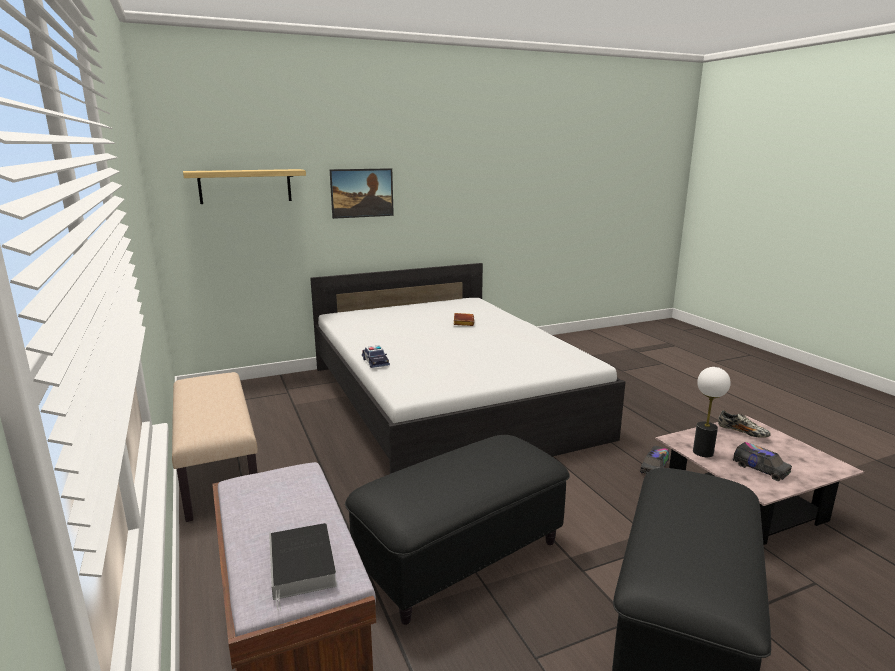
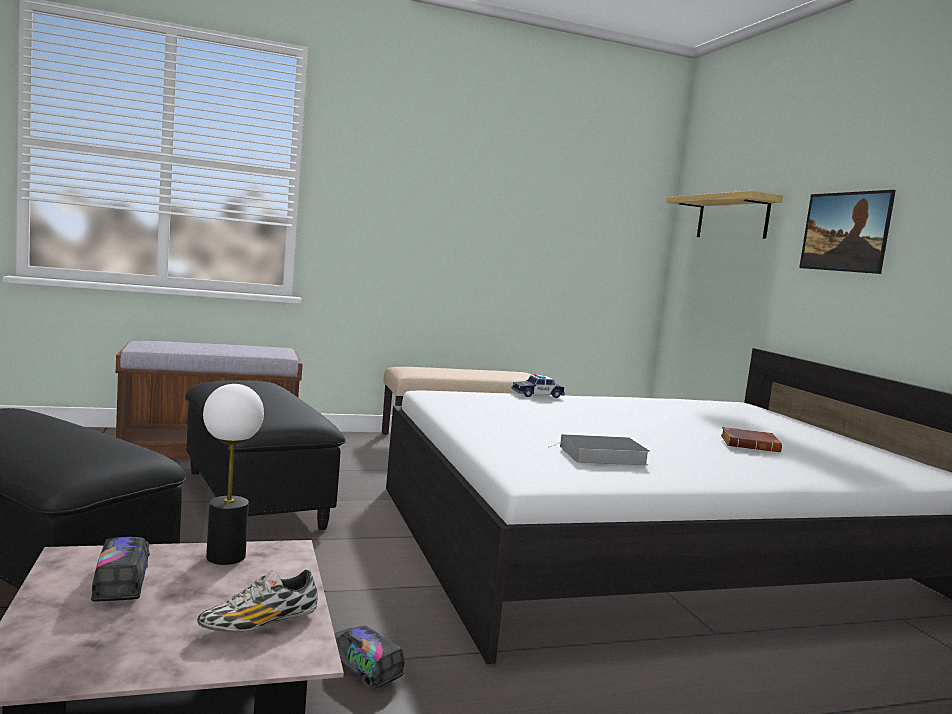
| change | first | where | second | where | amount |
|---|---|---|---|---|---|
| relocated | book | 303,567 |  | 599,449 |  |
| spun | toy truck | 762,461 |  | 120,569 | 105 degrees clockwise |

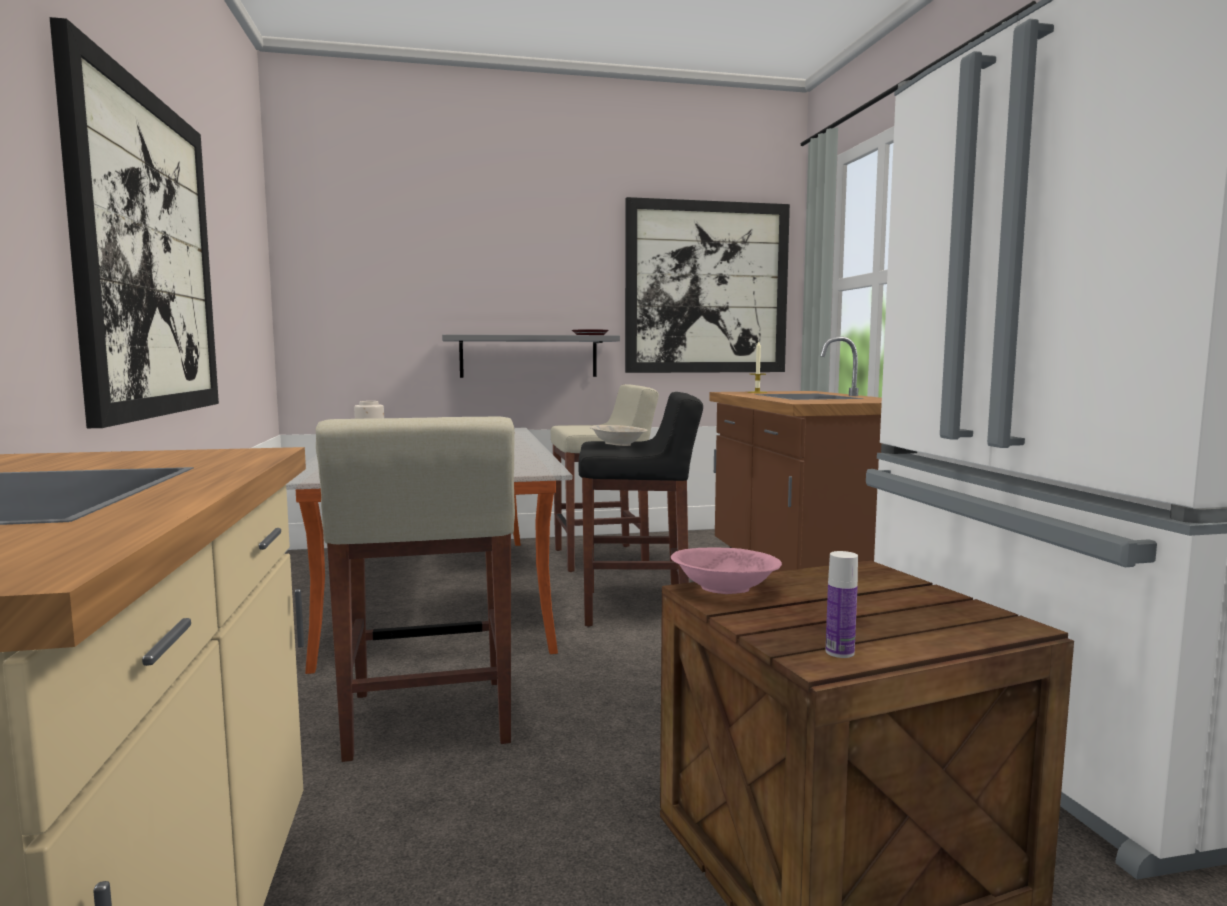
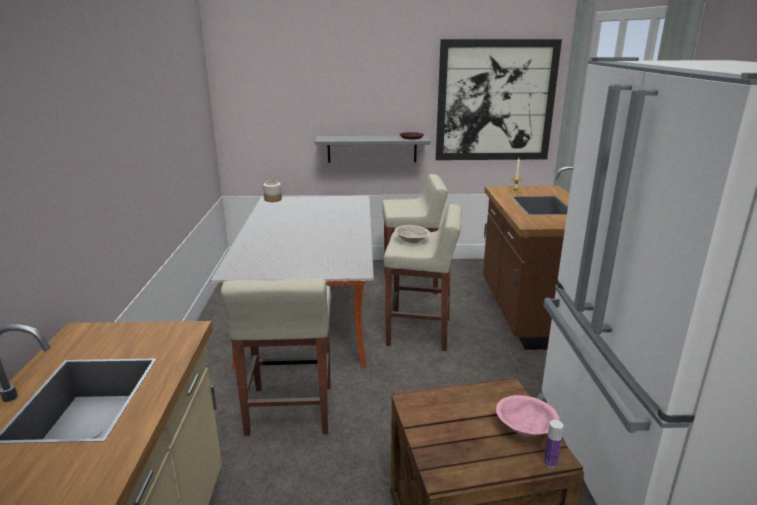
| change | first | where | second | where | amount |
|---|---|---|---|---|---|
| missing | picture | 134,222 |  |  |  |
| relocated | pink bowl | 726,571 |  | 527,415 |  |
| relocated | bottle | 842,604 |  | 554,444 |  |
| colour | black stool | 641,509 | beige stool | 423,277 |  |

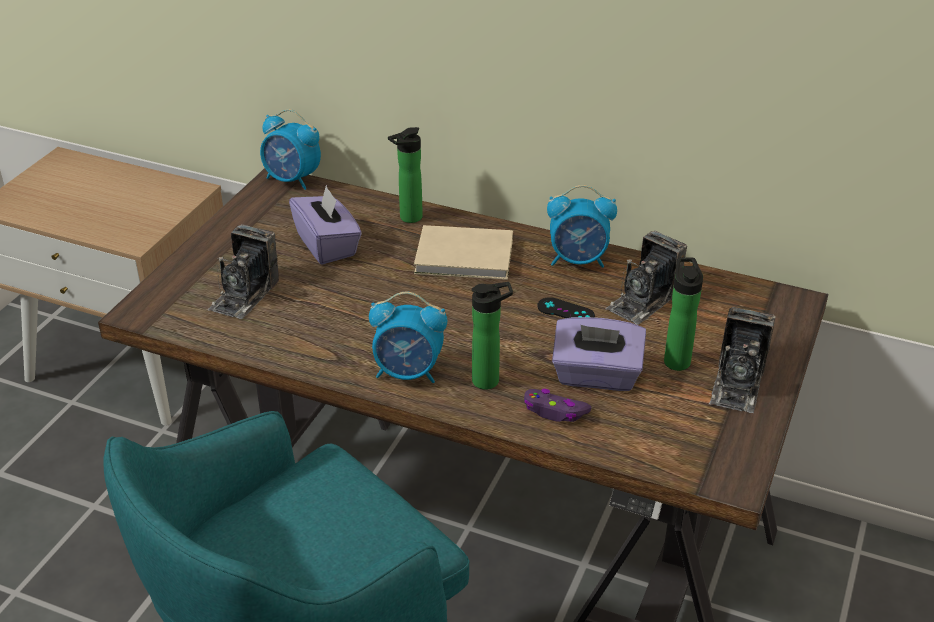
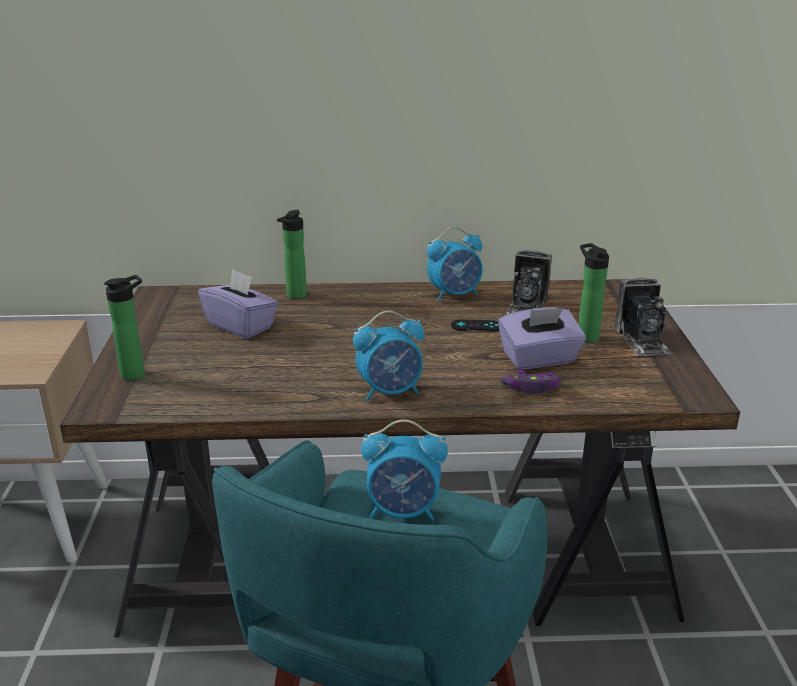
| change | first | where | second | where | amount |
|---|---|---|---|---|---|
| missing | photo camera | 243,271 |  |  |  |
| missing | beige book | 463,252 |  |  |  |
| relocated | alarm clock | 290,149 |  | 404,470 |  |
| relocated | bottle | 492,336 |  | 124,327 |  |

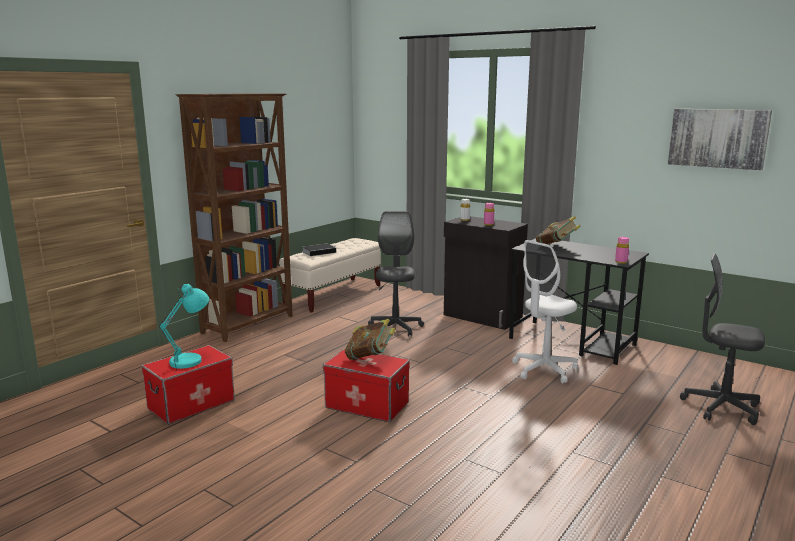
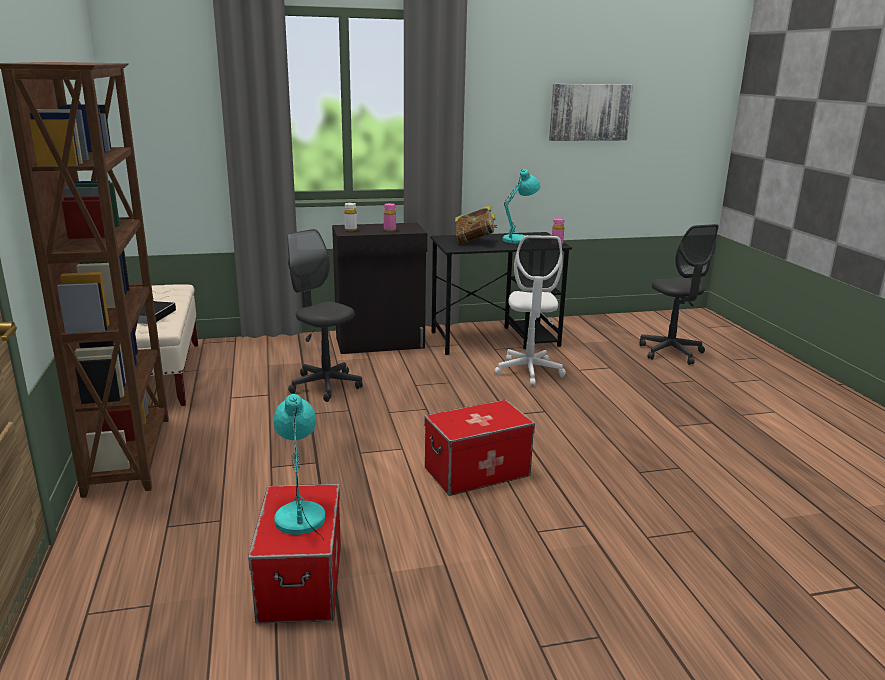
| change | first | where | second | where | amount |
|---|---|---|---|---|---|
| missing | book | 370,339 |  |  |  |
| appeared |  |  | turquoise table lamp | 521,207 |  |
| spun | grey office chair | 722,339 |  | 679,294 | 90 degrees counterclockwise |

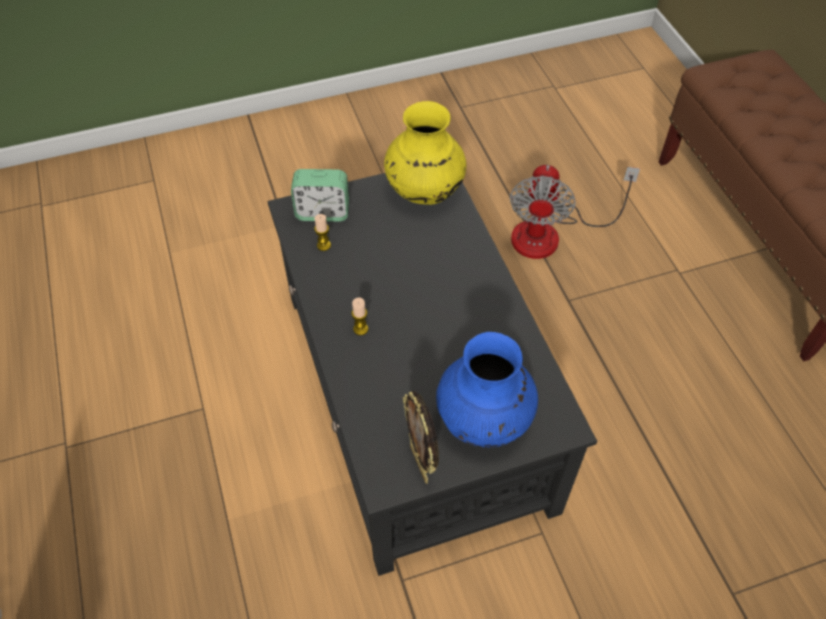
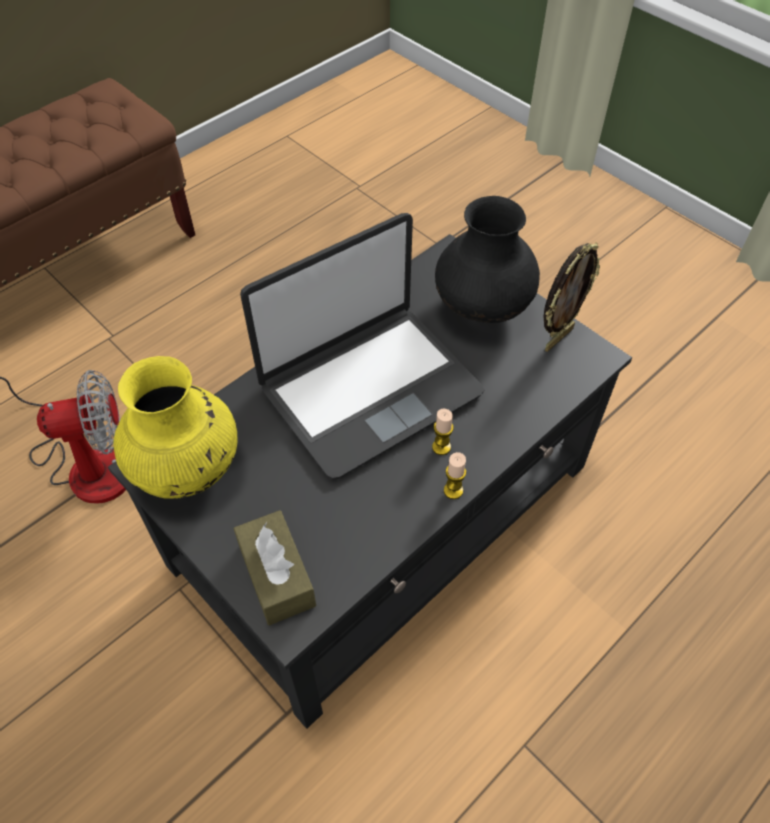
| change | first | where | second | where | amount |
|---|---|---|---|---|---|
| appeared |  |  | laptop | 362,346 |  |
| relocated | candle | 322,232 |  | 455,475 |  |
| exchanged | alarm clock | 320,195 | brown tissue box | 274,568 |  |
| colour | blue vase | 487,390 | black vase | 487,259 |  |

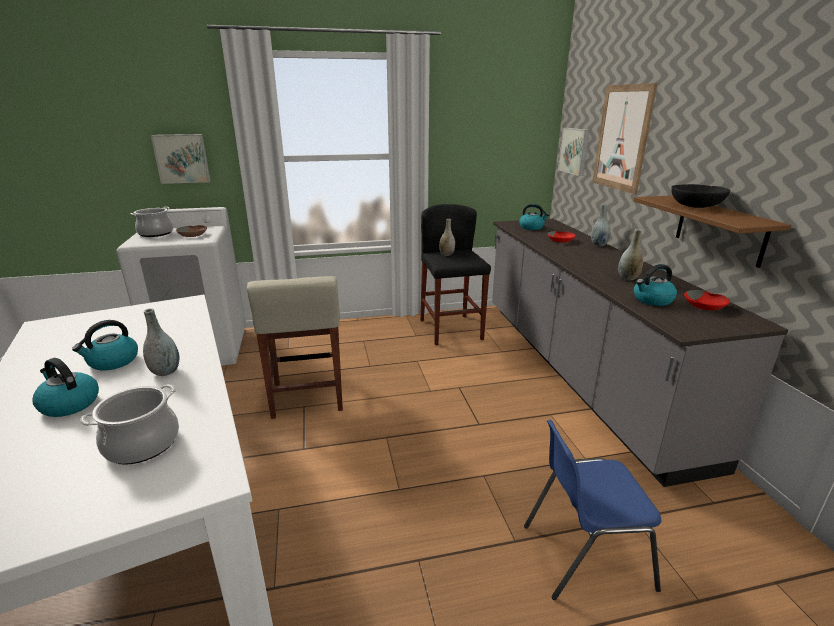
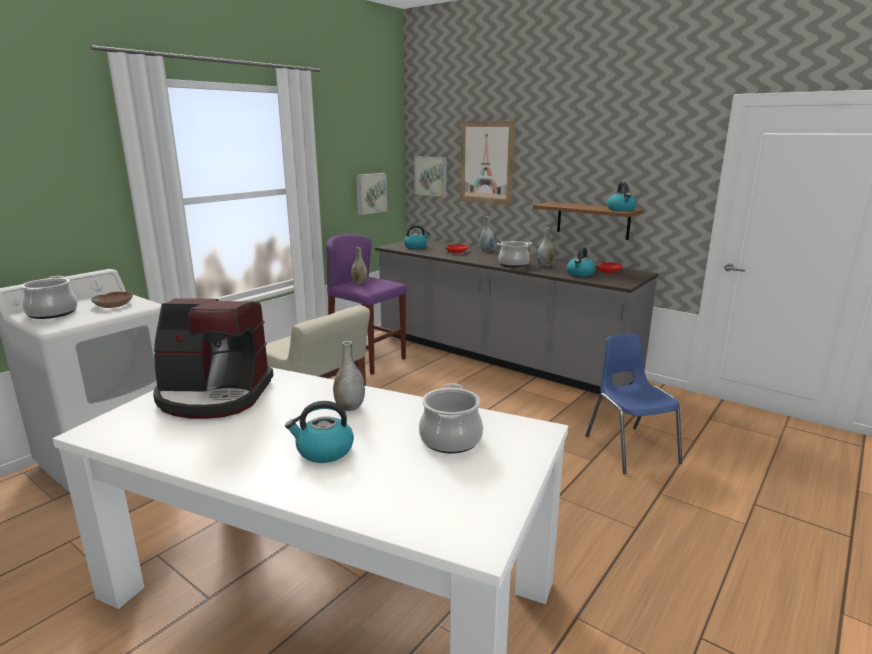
| change | first | where | second | where | amount |
|---|---|---|---|---|---|
| missing | black bowl | 700,196 |  |  |  |
| appeared |  |  | coffee machine | 213,358 |  |
| appeared |  |  | cooking pot | 514,254 |  |
| relocated | kettle | 105,345 |  | 622,196 |  |
| relocated | picture | 181,159 |  | 371,194 |  |
| colour | black stool | 455,274 | purple stool | 366,304 |  |
| spun | blue chair | 592,510 |  | 633,404 | 120 degrees clockwise |

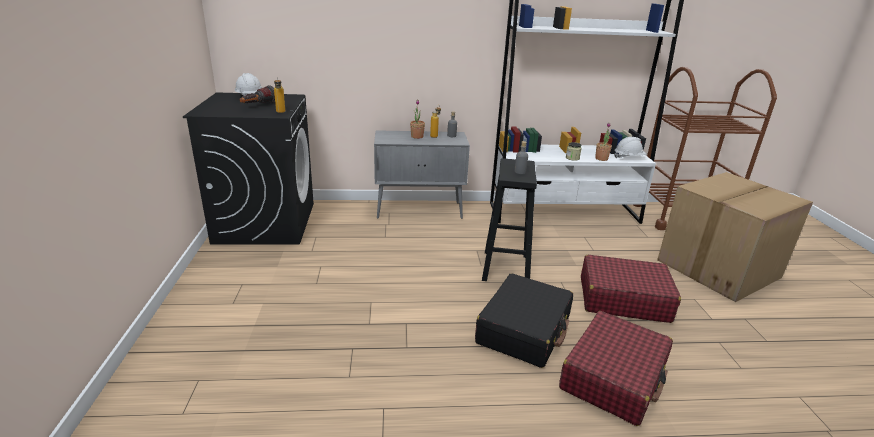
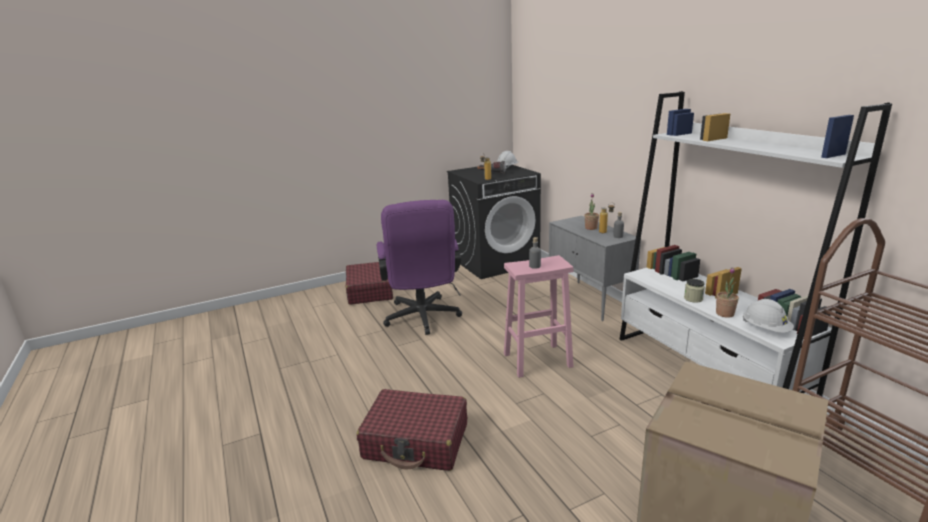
| change | first | where | second | where | amount |
|---|---|---|---|---|---|
| missing | black suitcase | 524,320 |  |  |  |
| appeared |  |  | purple office chair | 419,267 |  |
| relocated | red suitcase | 631,289 |  | 369,283 |  |
| colour | black stool | 509,219 | pink stool | 539,316 |  |

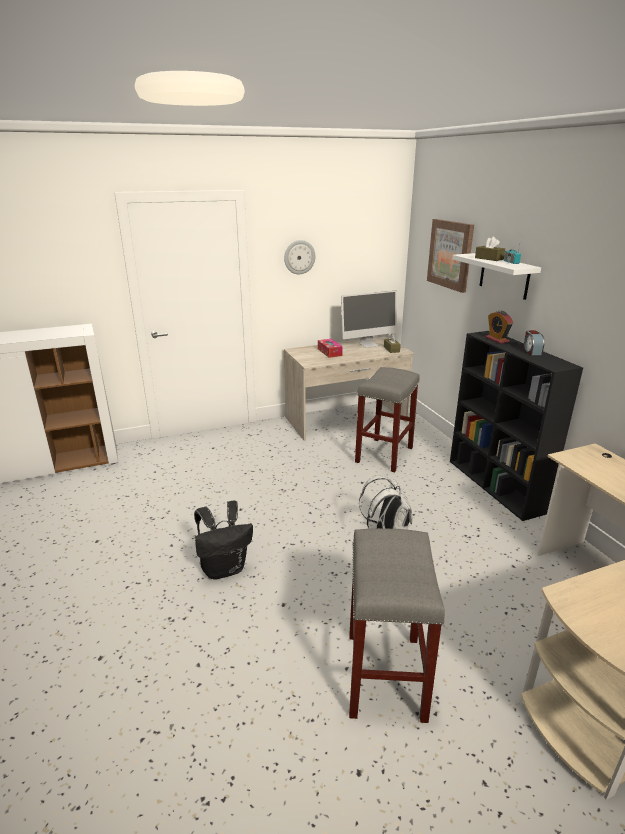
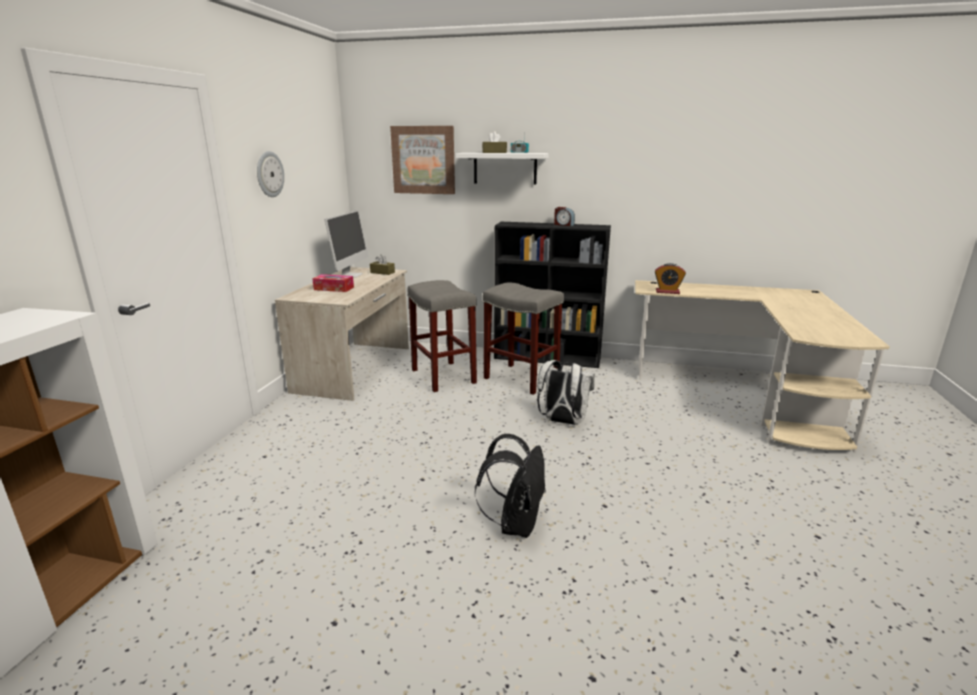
| change | first | where | second | where | amount |
|---|---|---|---|---|---|
| relocated | grey stool | 397,625 |  | 523,338 |  |
| relocated | alarm clock | 499,327 |  | 670,278 |  |

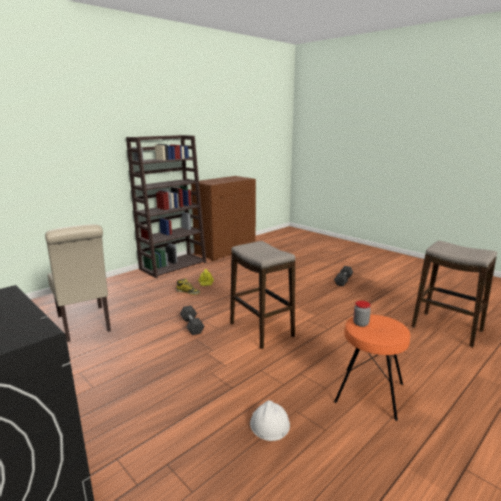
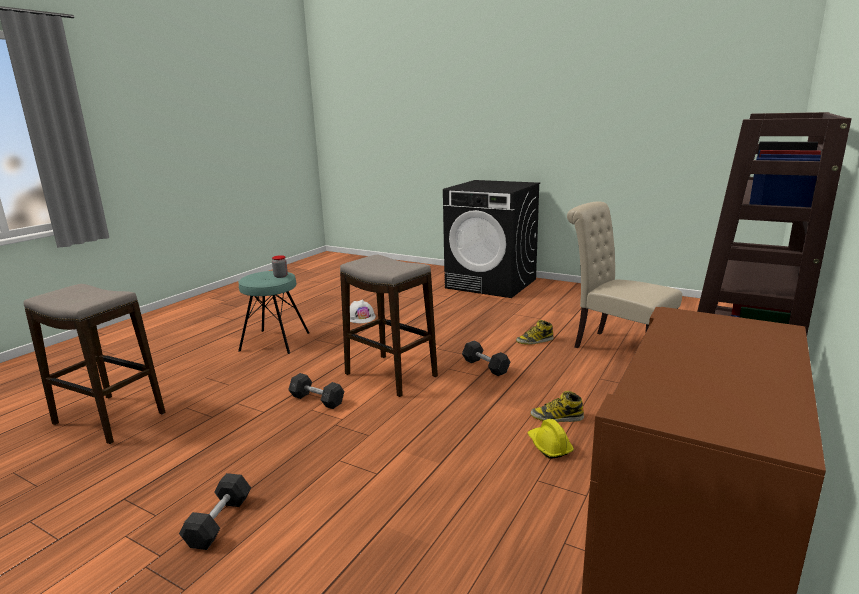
| change | first | where | second | where | amount |
|---|---|---|---|---|---|
| appeared |  |  | grey dumbbell | 316,391 |  |
| appeared |  |  | boot | 535,332 |  |
| colour | orange stool | 372,367 | turquoise stool | 273,312 |  |

